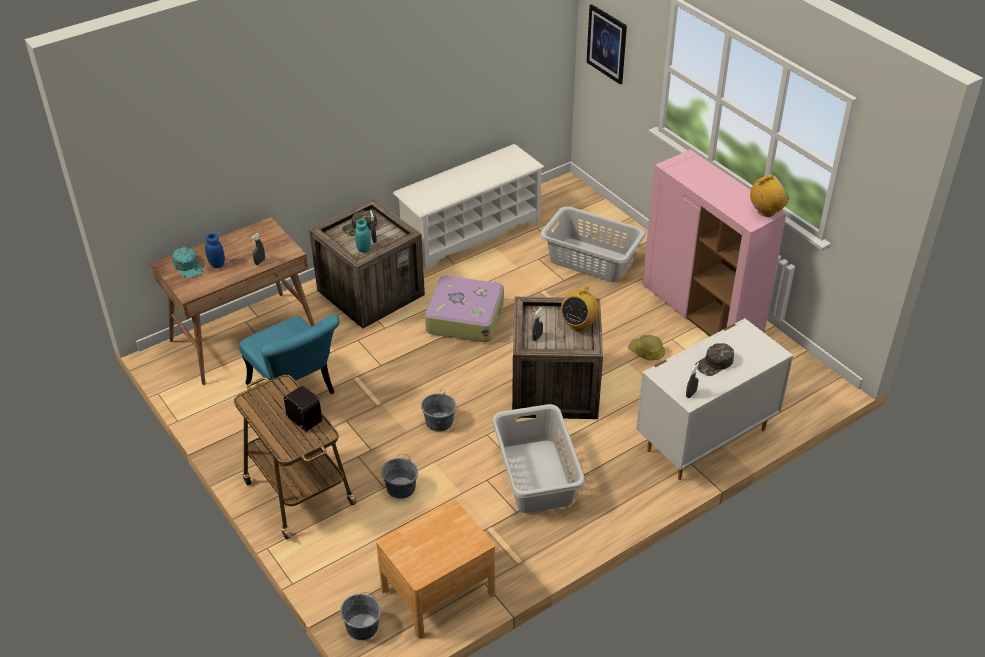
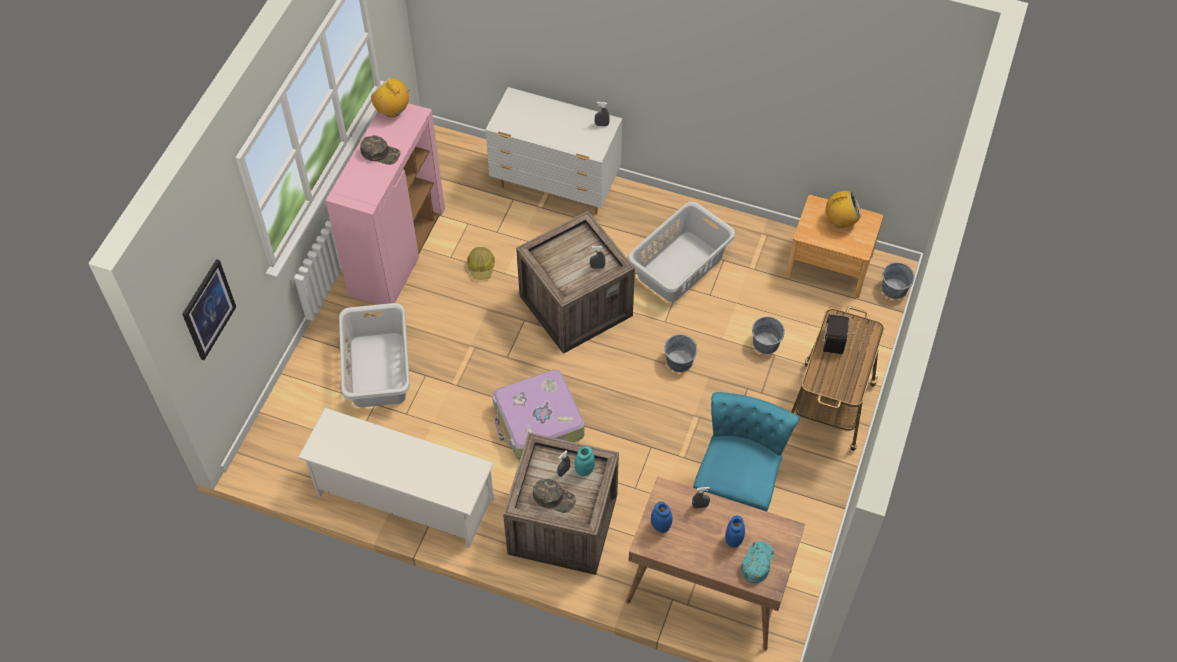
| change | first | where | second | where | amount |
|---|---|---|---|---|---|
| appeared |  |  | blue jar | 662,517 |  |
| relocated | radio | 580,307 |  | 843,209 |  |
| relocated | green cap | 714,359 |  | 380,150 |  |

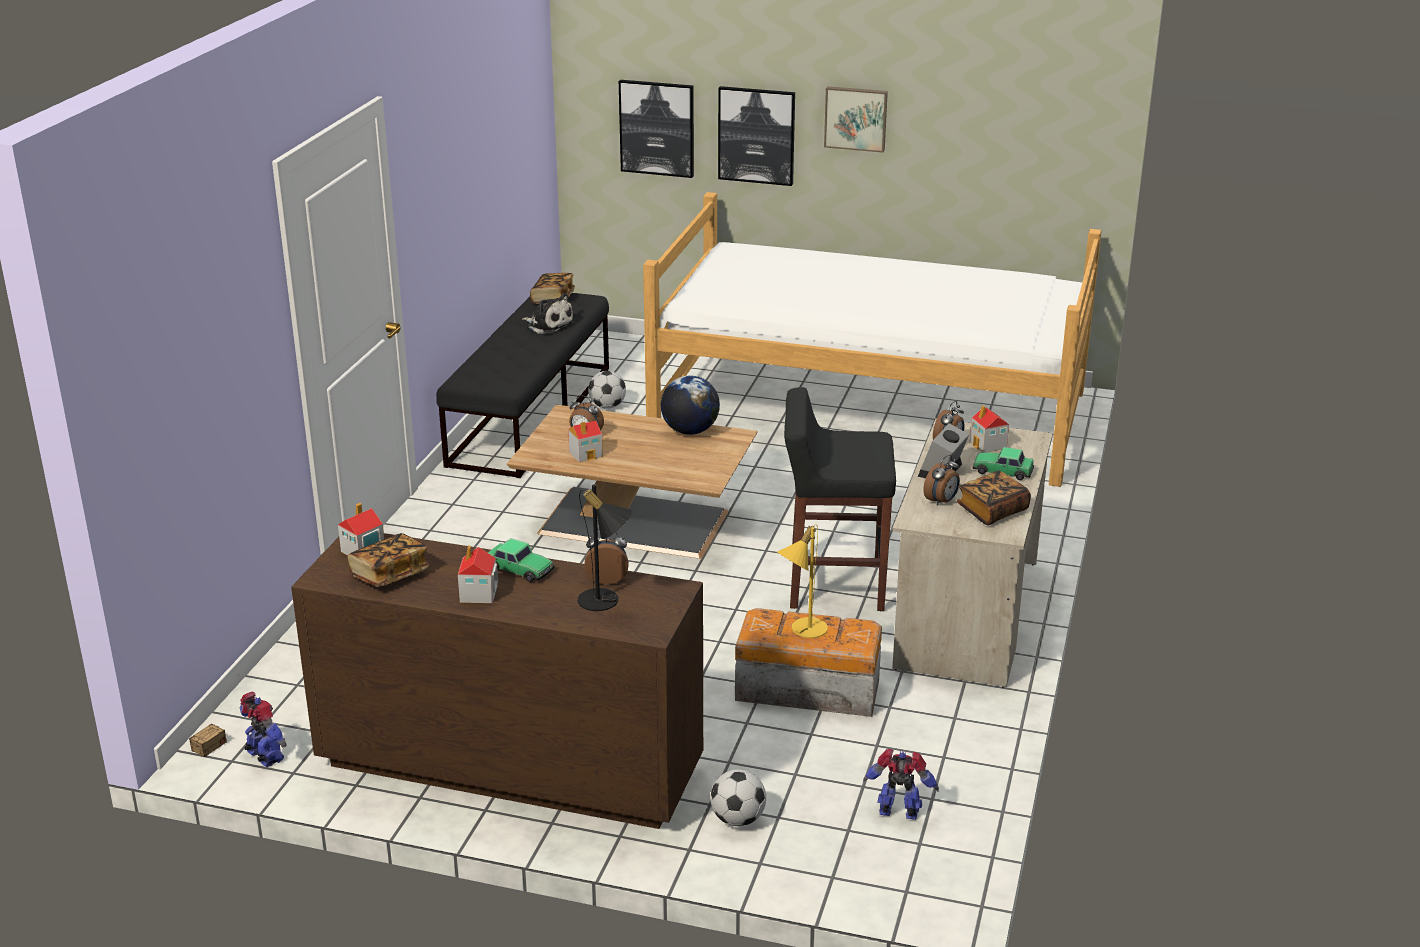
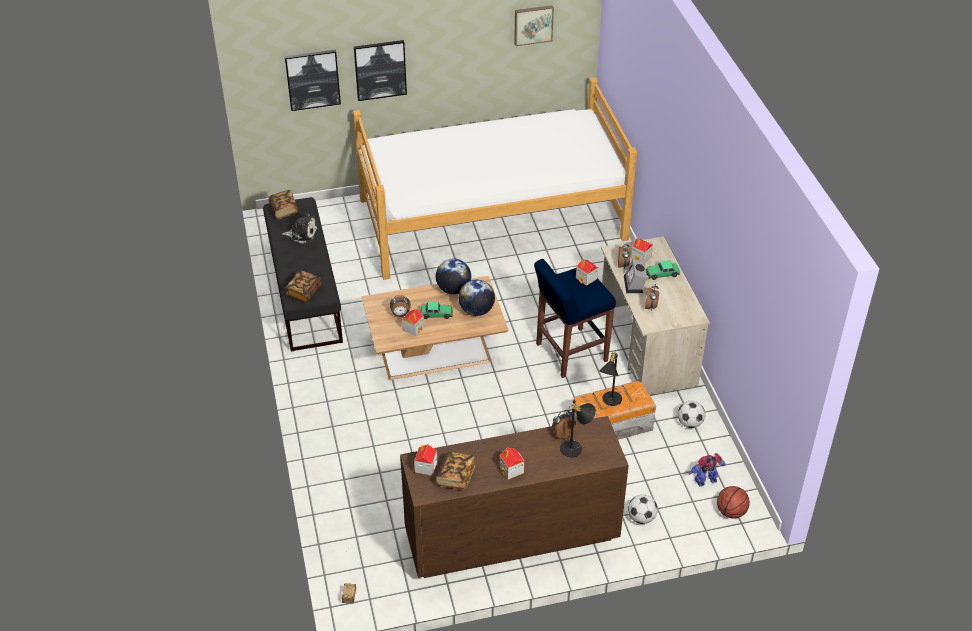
| change | first | where | second | where | amount |
|---|---|---|---|---|---|
| missing | toy robot | 263,729 |  |  |  |
| appeared |  |  | globe | 477,298 |  |
| appeared |  |  | toy house | 587,272 |  |
| appeared |  |  | basketball | 733,502 |  |
| relocated | toy car | 521,560 |  | 437,310 |  |
| relocated | football | 607,390 |  | 691,414 |  |
| relocated | picture | 856,119 |  | 534,25 |  |
| relocated | book | 994,498 |  | 304,286 |  |
| colour | yellow table lamp | 802,581 | black table lamp | 610,378 |  |
| colour | black stool | 840,499 | blue stool | 575,318 |  |

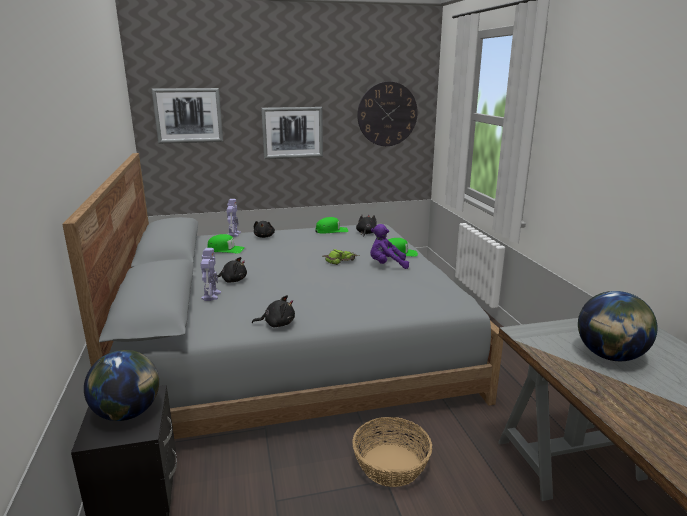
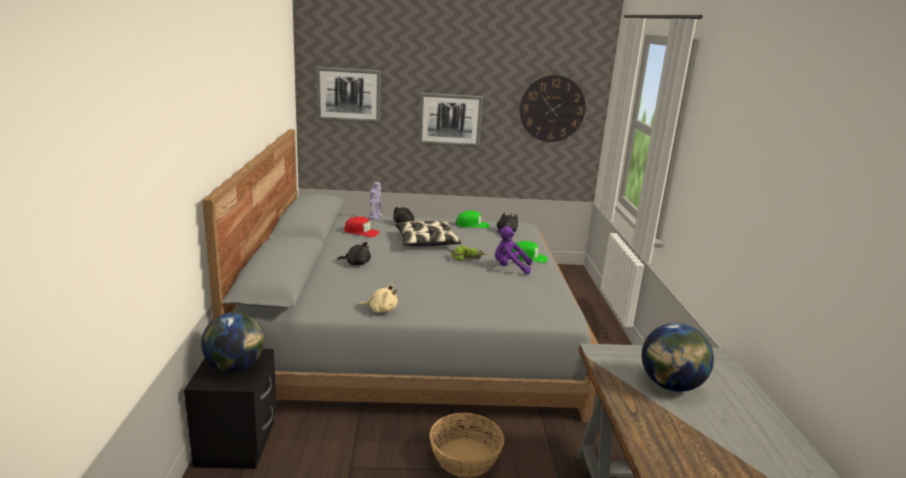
| change | first | where | second | where | amount |
|---|---|---|---|---|---|
| missing | toy robot | 210,274 |  |  |  |
| appeared |  |  | pillow | 428,233 |  |
| colour | green cap | 226,243 | red cap | 362,227 |  |
| colour | black plush toy | 273,311 | beige plush toy | 378,299 |  |

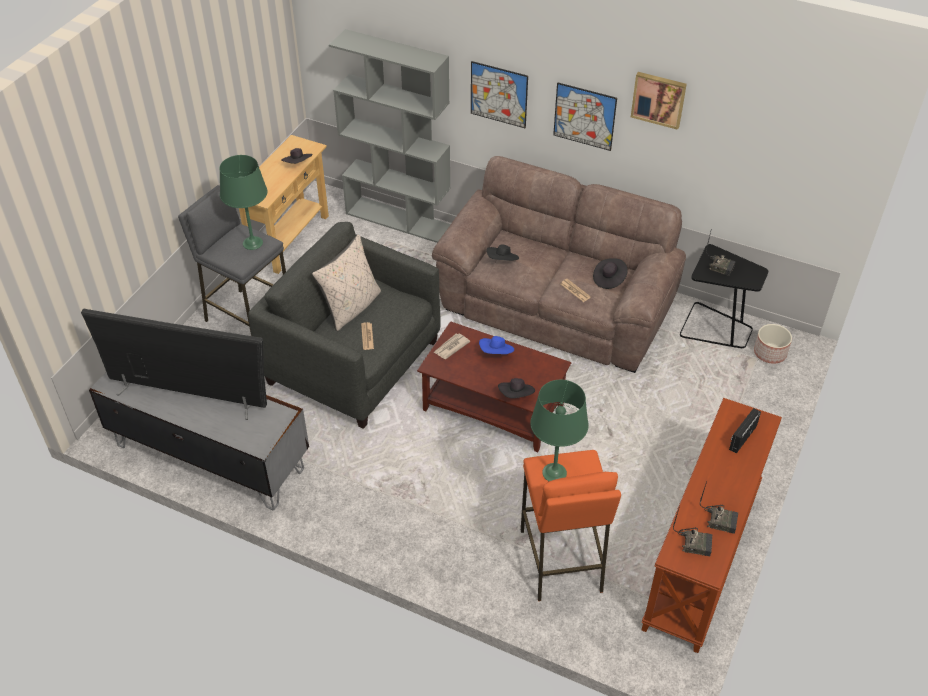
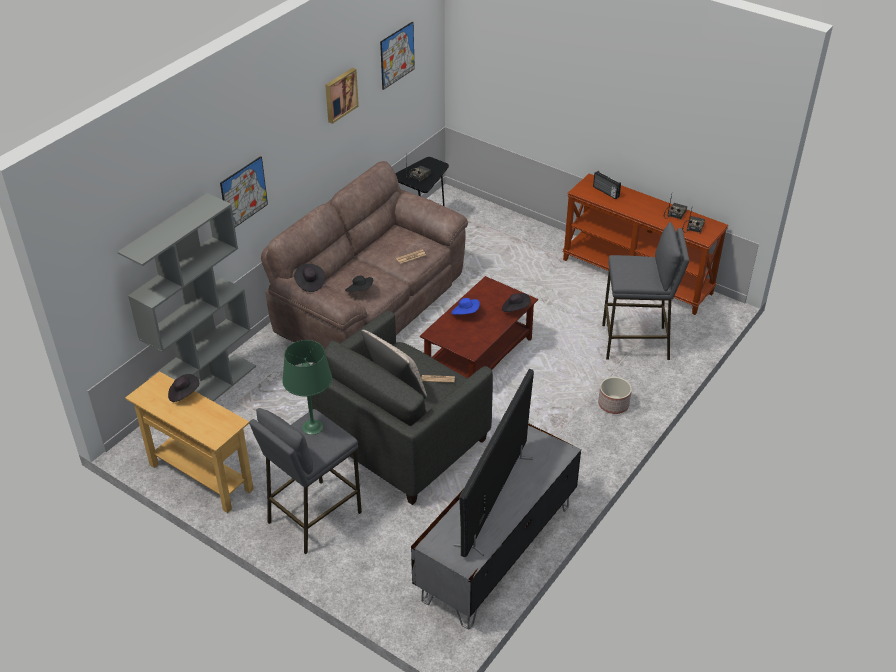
| change | first | where | second | where | amount |
|---|---|---|---|---|---|
| missing | newspaper | 452,346 |  |  |  |
| missing | green table lamp | 559,430 |  |  |  |
| relocated | picture | 585,117 |  | 397,55 |  |
| relocated | black hat | 610,273 |  | 309,278 |  |
| relocated | planter | 773,344 |  | 615,395 |  |
| colour | orange stool | 571,525 | grey stool | 645,291 |  |

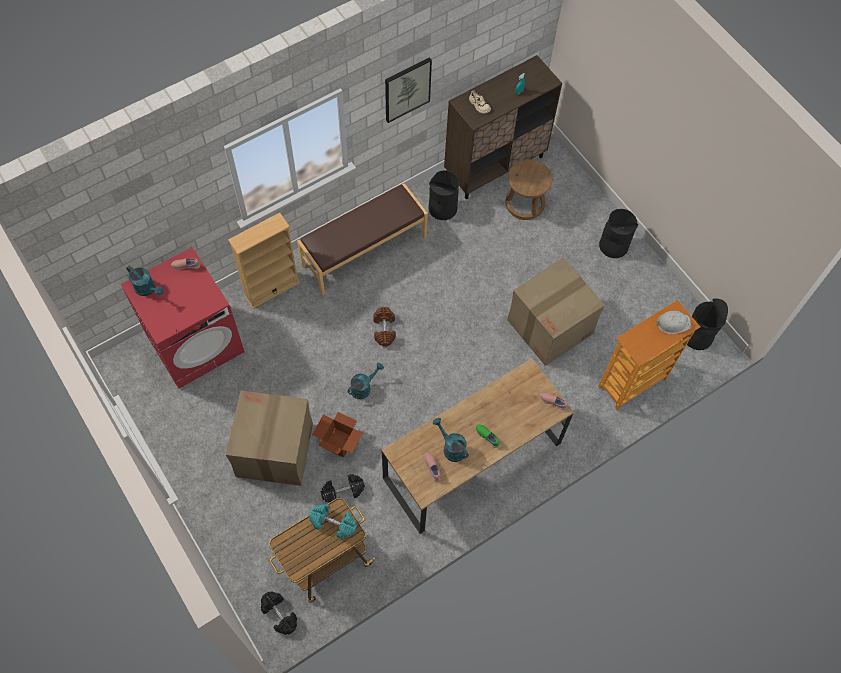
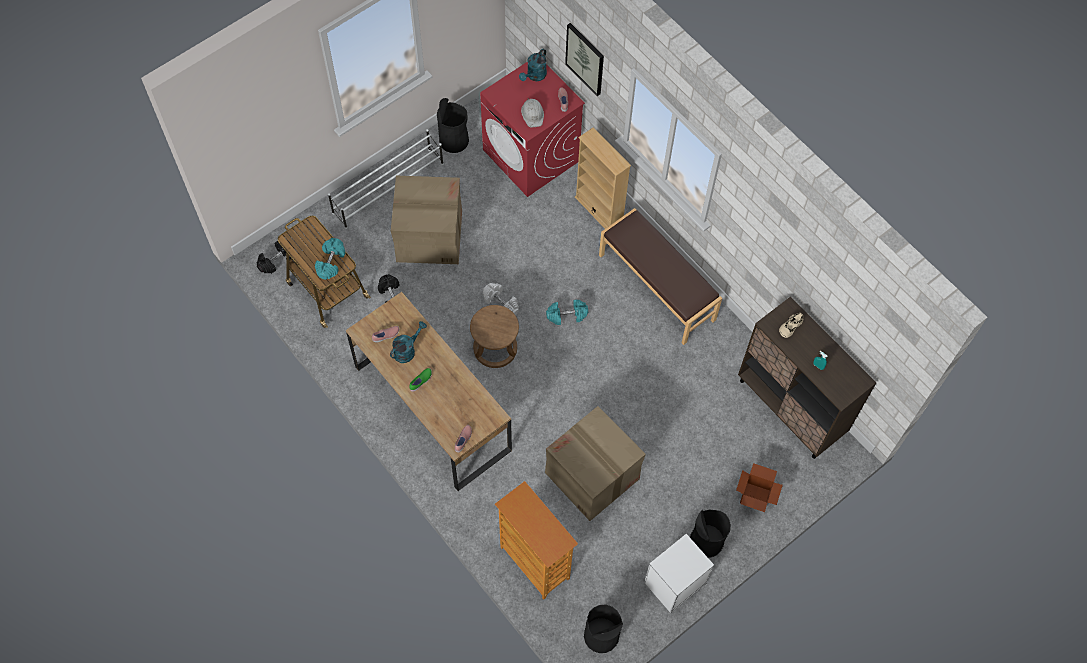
| change | first | where | second | where | amount |
|---|---|---|---|---|---|
| appeared |  |  | white shoe rack | 385,179 |  |
| appeared |  |  | white nightstand | 679,573 |  |
| relocated | cardboard box | 337,435 |  | 759,487 |  |
| relocated | picture | 408,90 |  | 584,59 |  |
| relocated | black trash can | 444,195 |  | 453,125 |  |
| relocated | brown stool | 528,189 |  | 494,336 |  |
| relocated | white hard hat | 674,322 |  | 532,112 |  |
| exchanged | turquoise watering can | 366,381 | white dumbbell | 501,299 |  |
| colour | brown dumbbell | 384,327 | turquoise dumbbell | 567,312 |  |

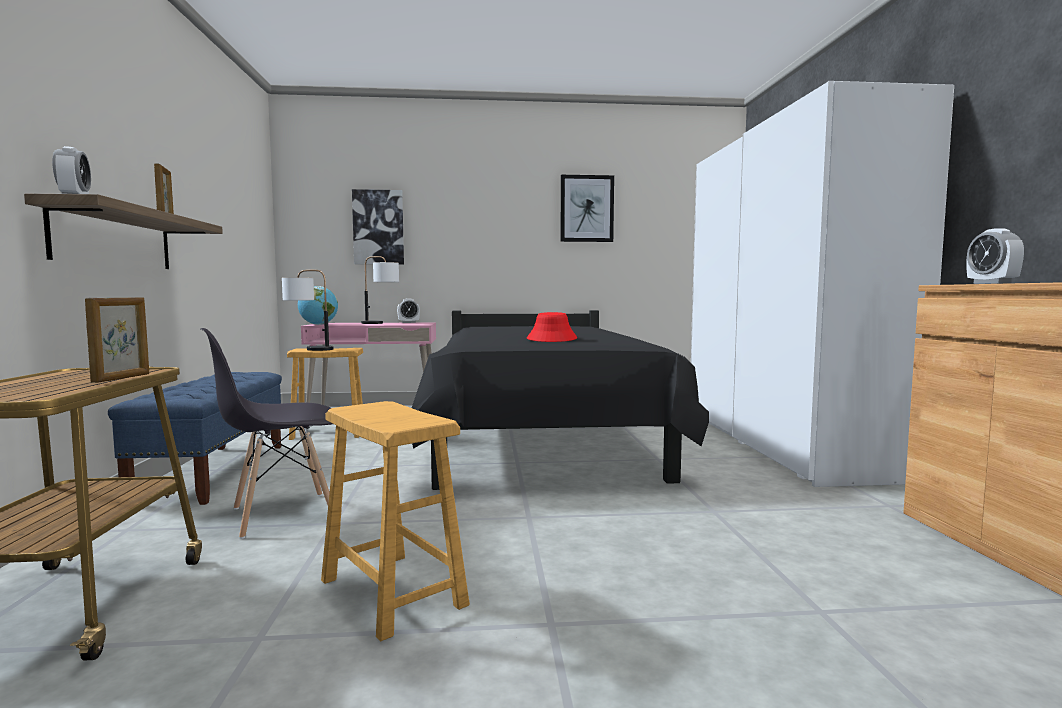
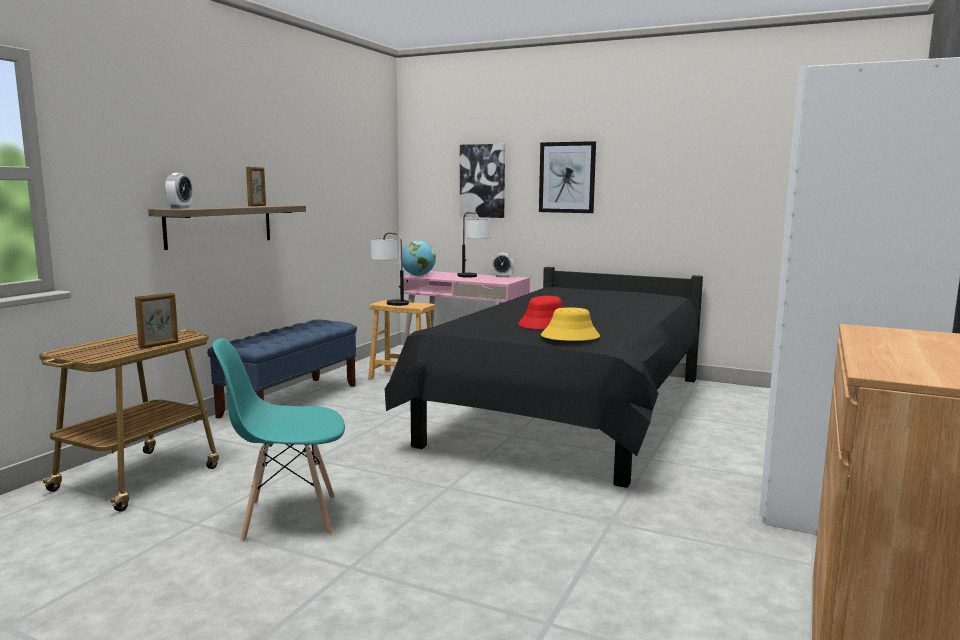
| change | first | where | second | where | amount |
|---|---|---|---|---|---|
| missing | grey chair | 266,433 |  |  |  |
| missing | alarm clock | 995,256 |  |  |  |
| appeared |  |  | yellow hat | 570,324 |  |
| relocated | picture | 587,208 |  | 567,177 |  |
| exchanged | brown stool | 395,521 | turquoise chair | 279,440 |  |

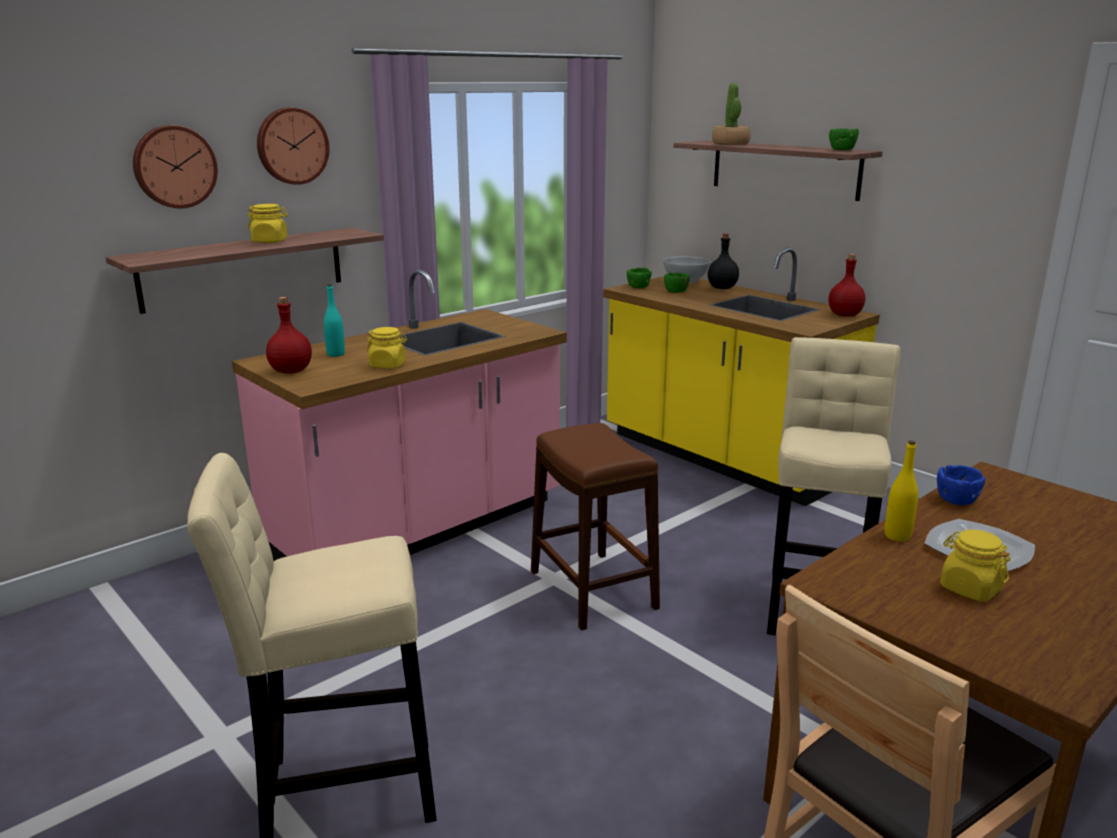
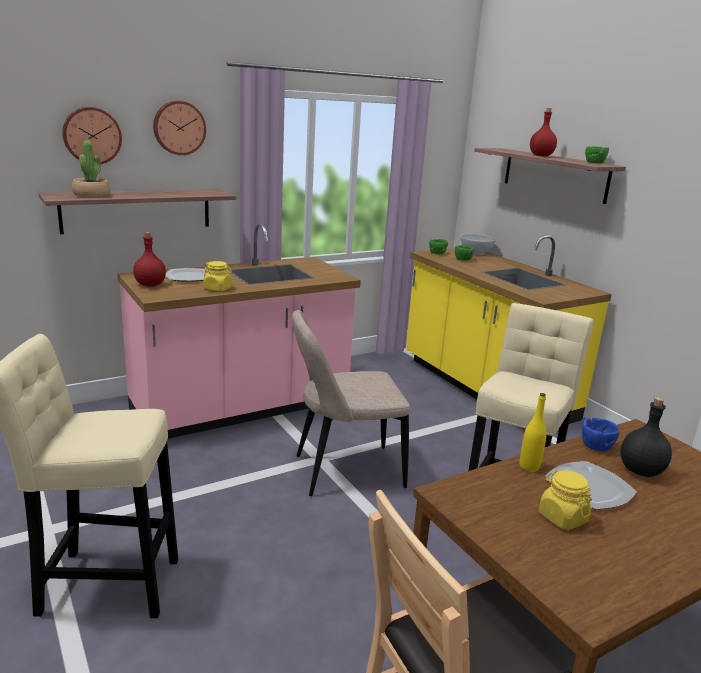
| change | first | where | second | where | amount |
|---|---|---|---|---|---|
| missing | yellow jar | 267,223 |  |  |  |
| relocated | black bottle | 723,261 |  | 646,437 |  |
| relocated | potted plant | 731,114 |  | 91,169 |  |
| relocated | red bottle | 846,285 |  | 543,132 |  |
| exchanged | turquoise bottle | 334,320 | plate | 186,275 |  |
| exchanged | brown stool | 595,527 | beige chair | 351,403 |  |

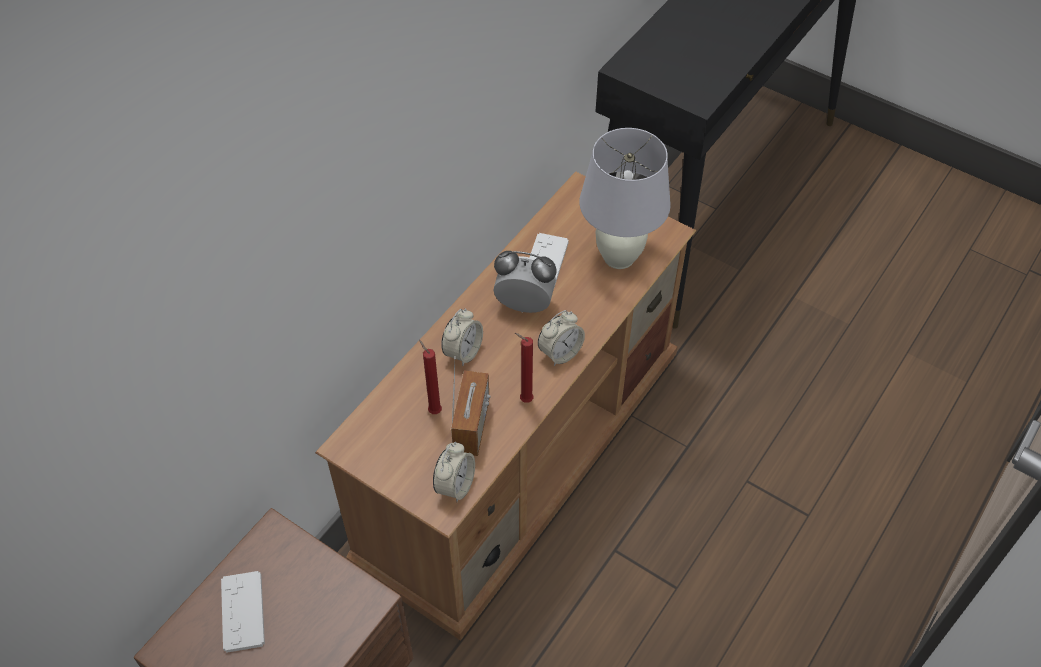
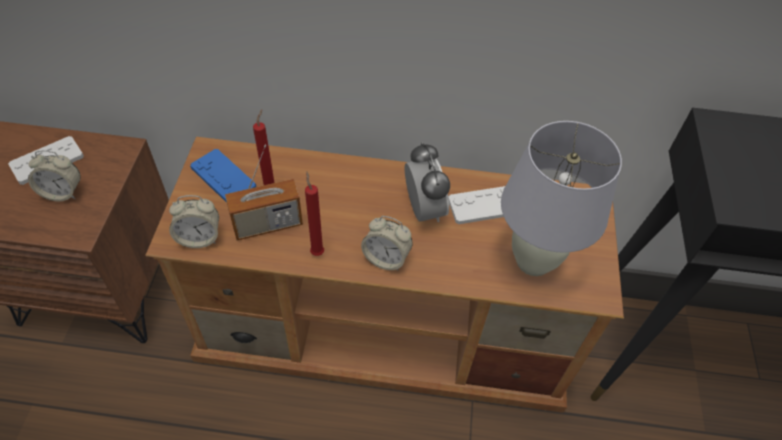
| change | first | where | second | where | amount |
|---|---|---|---|---|---|
| appeared |  |  | blue game controller | 223,176 |  |
| relocated | alarm clock | 462,337 |  | 54,175 |  |

